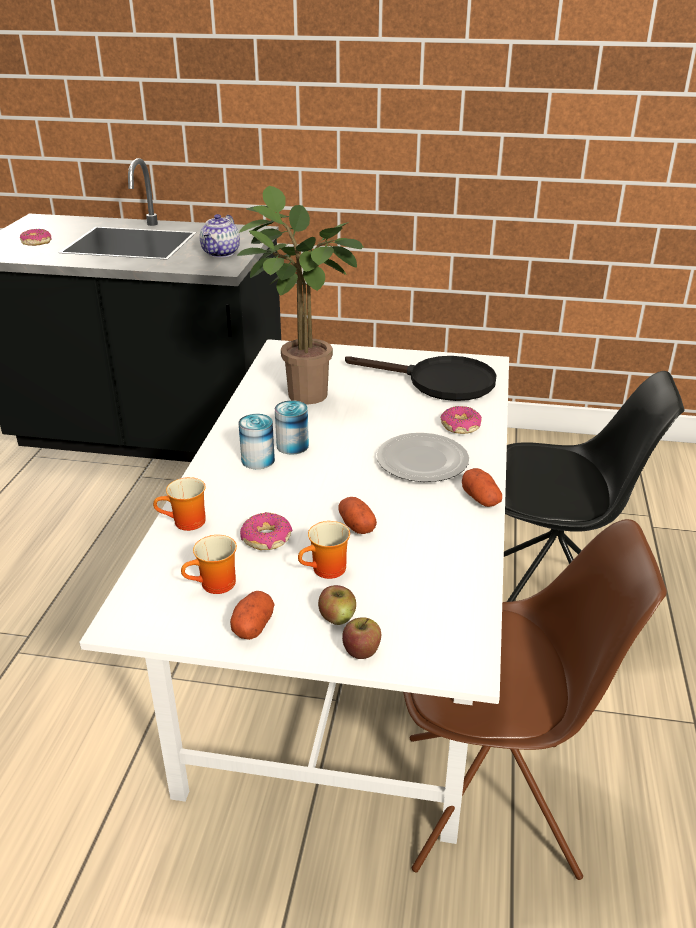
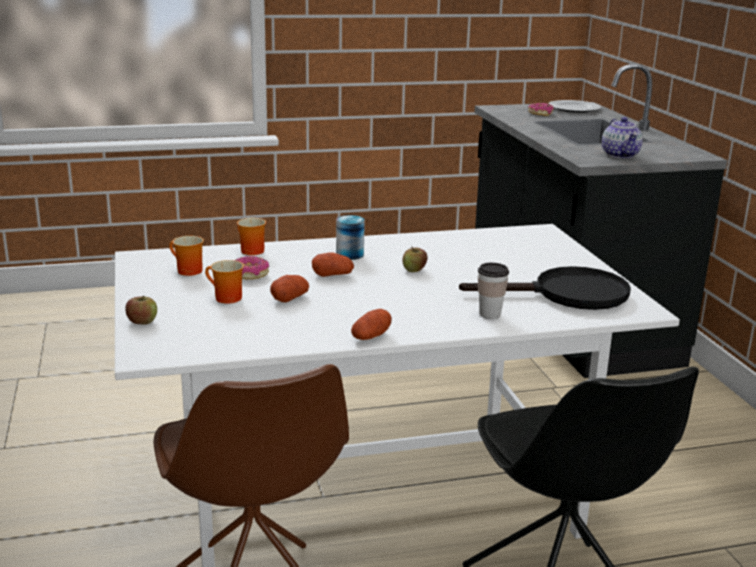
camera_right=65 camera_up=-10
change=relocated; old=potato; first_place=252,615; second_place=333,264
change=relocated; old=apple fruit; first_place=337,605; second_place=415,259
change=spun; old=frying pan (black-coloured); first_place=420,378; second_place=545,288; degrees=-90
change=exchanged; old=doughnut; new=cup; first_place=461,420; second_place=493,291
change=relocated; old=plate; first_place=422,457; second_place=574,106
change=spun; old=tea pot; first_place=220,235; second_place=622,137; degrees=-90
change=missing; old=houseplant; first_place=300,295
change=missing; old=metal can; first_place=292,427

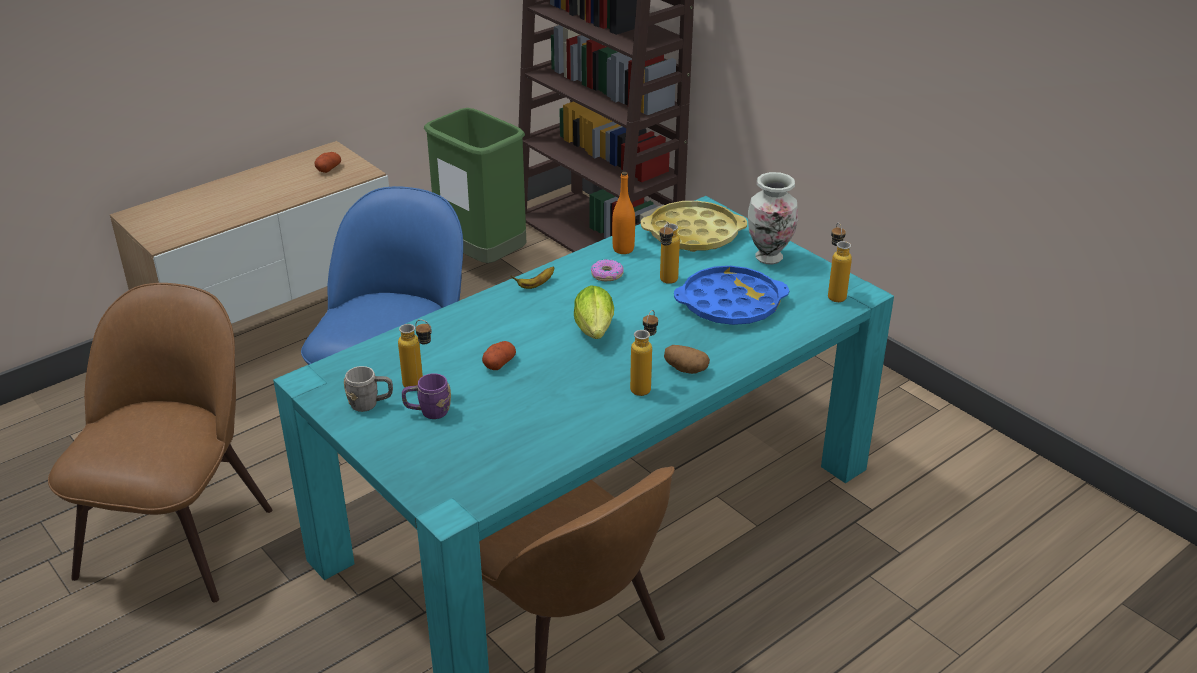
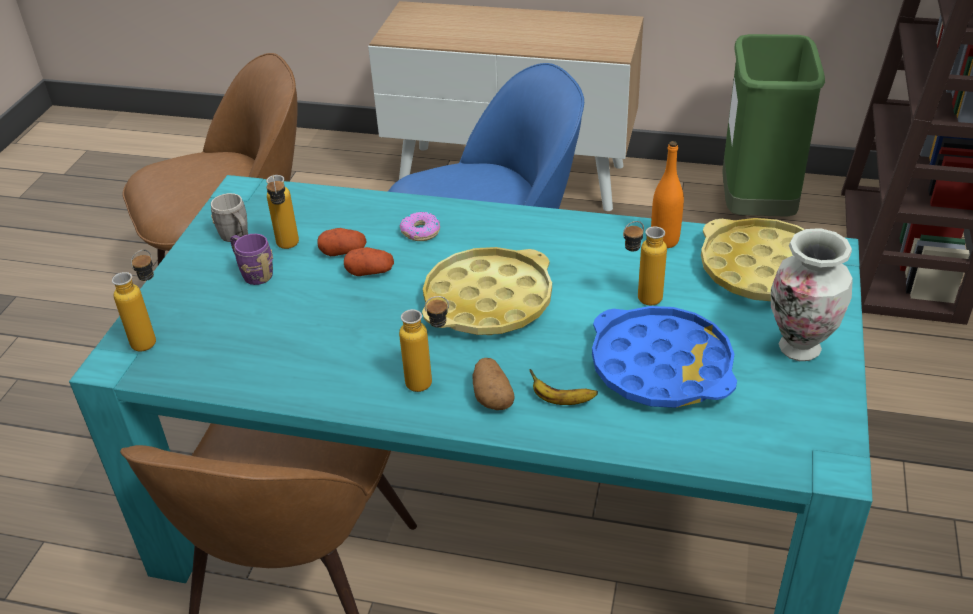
camera_right=55 camera_up=5
change=relocated; old=bottle; first_place=840,262; second_place=134,300
change=relocated; old=potato; first_place=327,162; second_place=342,242
change=relocated; old=doughnut; first_place=607,270; second_place=420,226
change=exchanged; old=lettuce; new=tray (yellow-coloured); first_place=594,312; second_place=487,291
change=relocated; old=whole banana; first_place=532,278; second_place=563,387

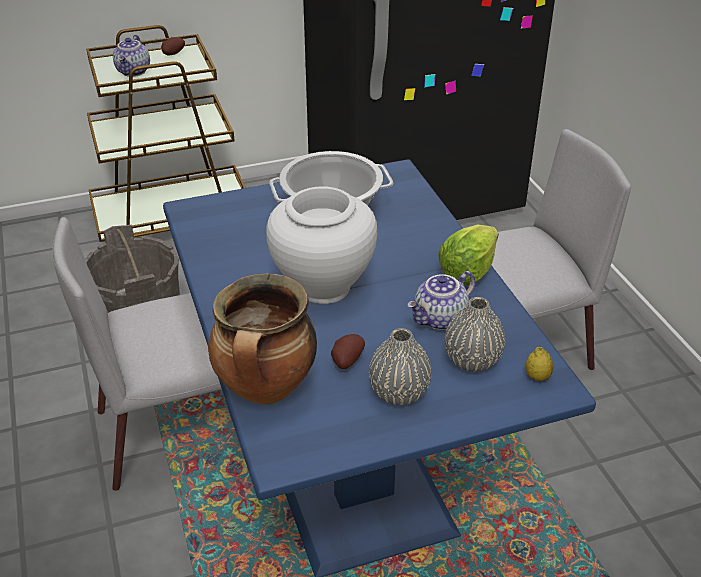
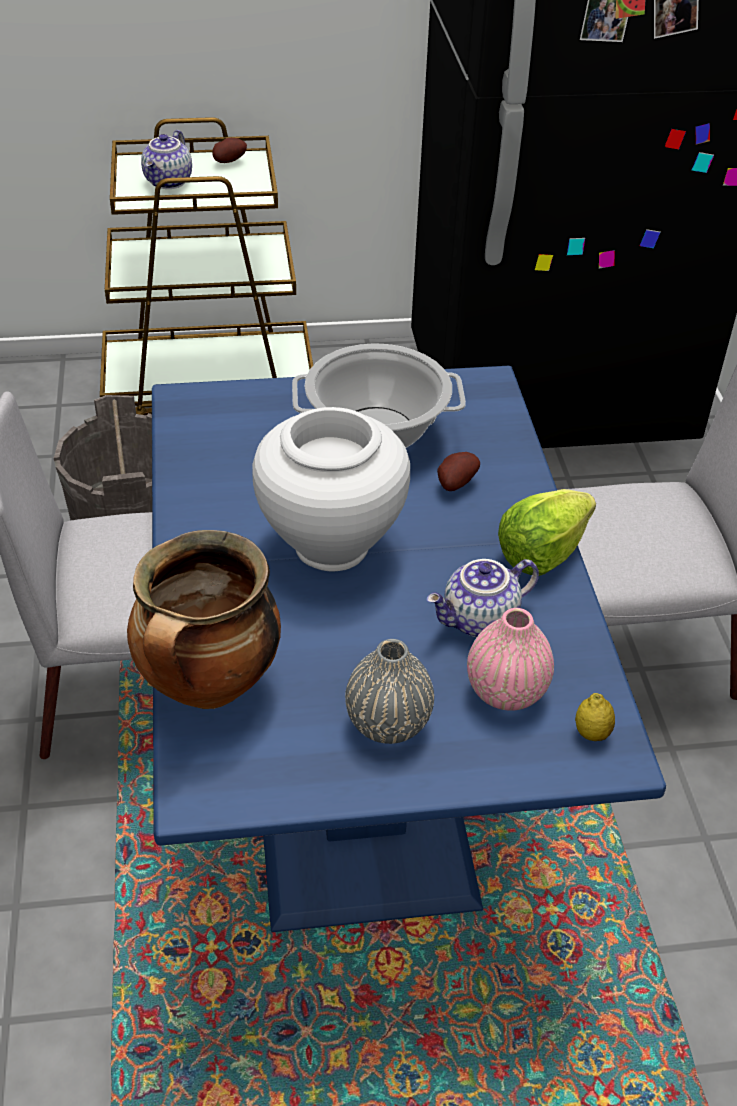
camera_right=10 camera_up=5
change=relocated; old=potato; first_place=348,351; second_place=458,471
change=colour; old=flower vase (grey); new=flower vase (pink-coloured); first_place=475,334; second_place=510,659

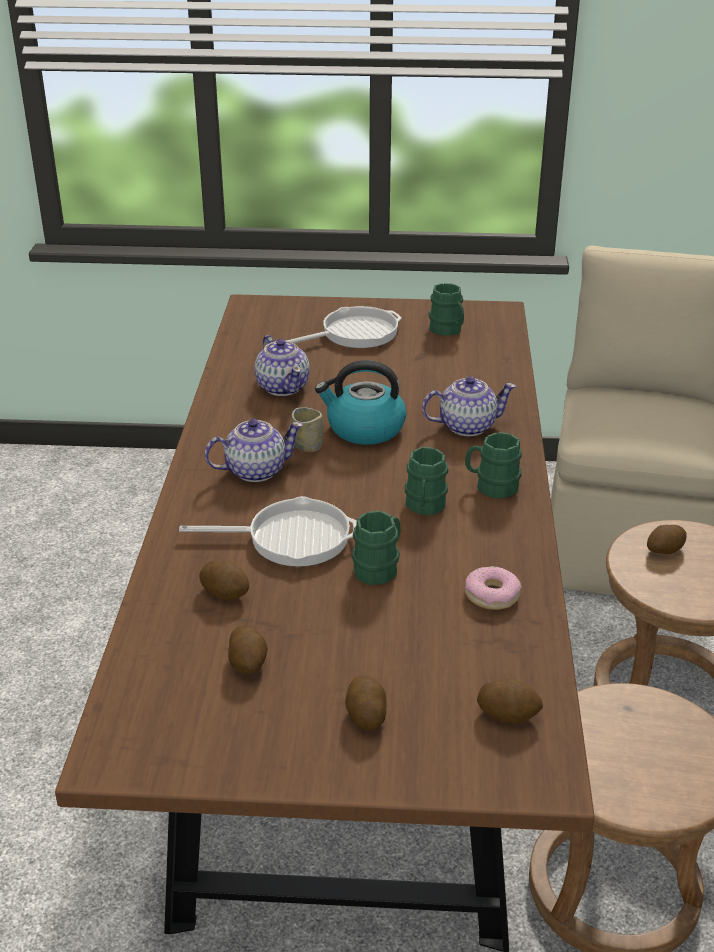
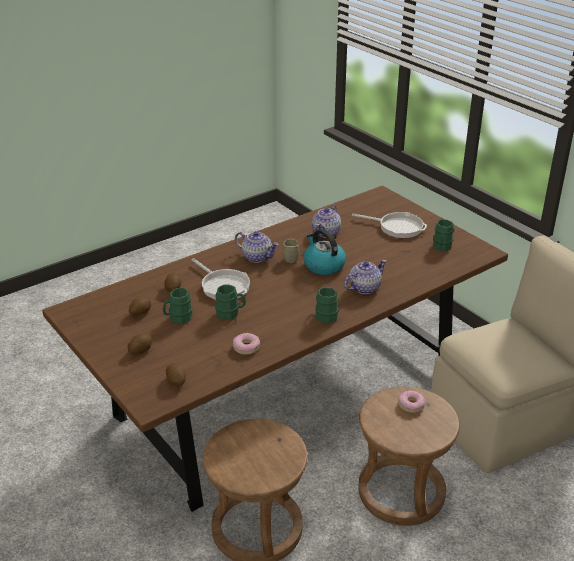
camera_right=50 camera_up=0
change=relocated; old=coffee mug (green-coloured); first_place=426,481; second_place=178,306
change=spun; old=tea pot; first_place=469,406; second_place=365,276; degrees=-75
change=exchanged; old=potato; new=doughnut; first_place=667,539; second_place=411,401

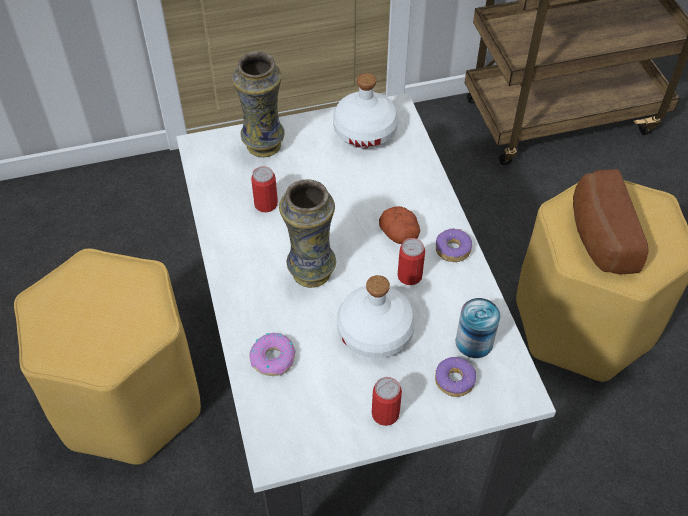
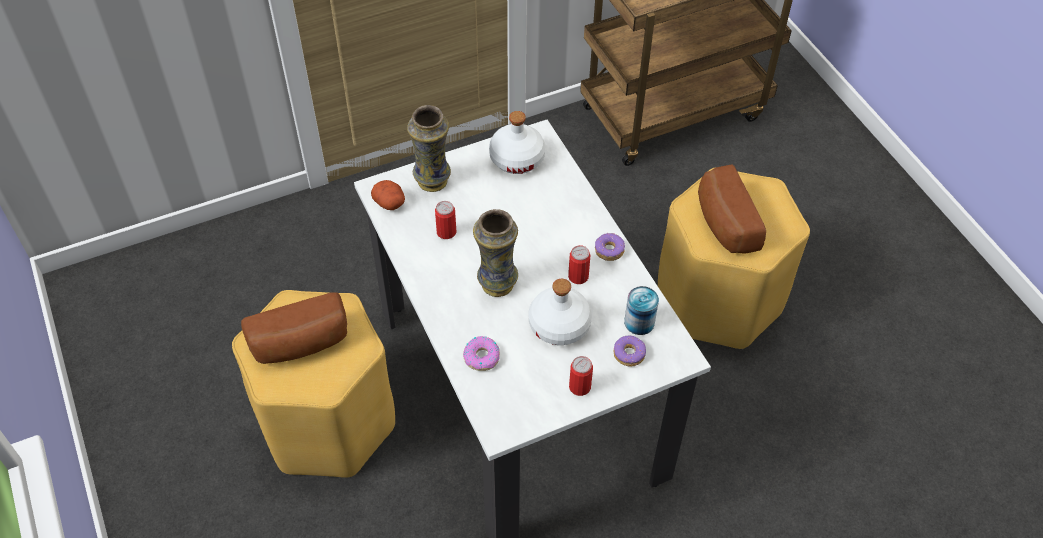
camera_right=-10 camera_up=0
change=appeared; new=bread; second_place=294,328
change=relocated; old=potato; first_place=399,225; second_place=388,195

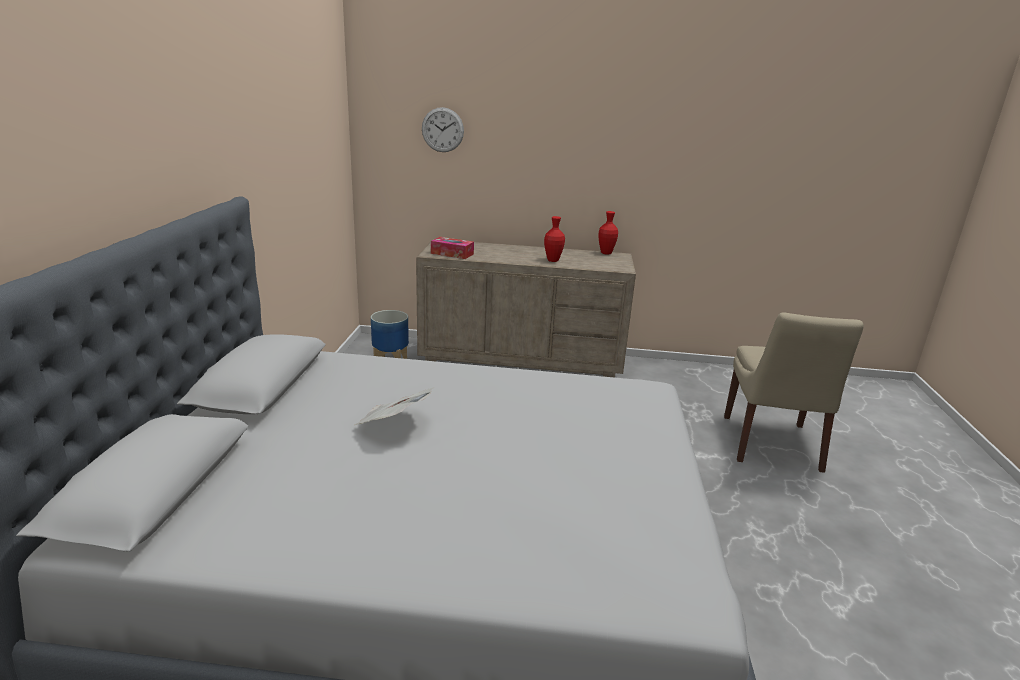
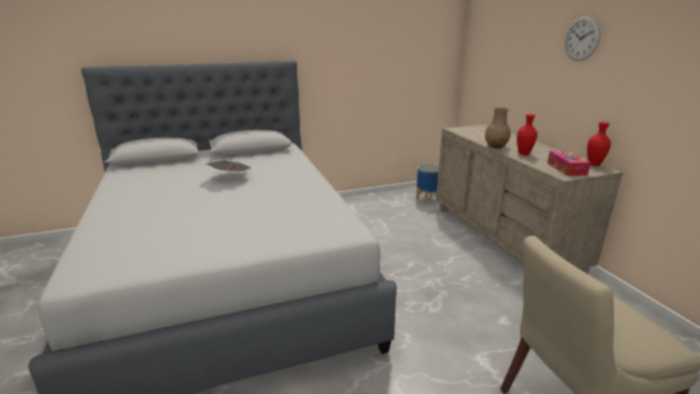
camera_right=65 camera_up=0
change=appeared; new=flower vase (brown); second_place=498,128
change=relocated; old=box of tissues; first_place=452,248; second_place=569,163
change=relocated; old=clock on the wall; first_place=443,129; second_place=582,38

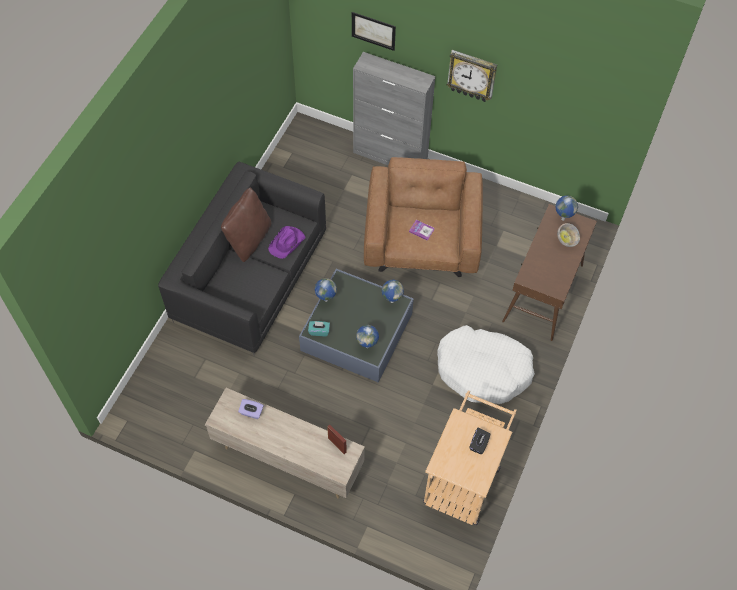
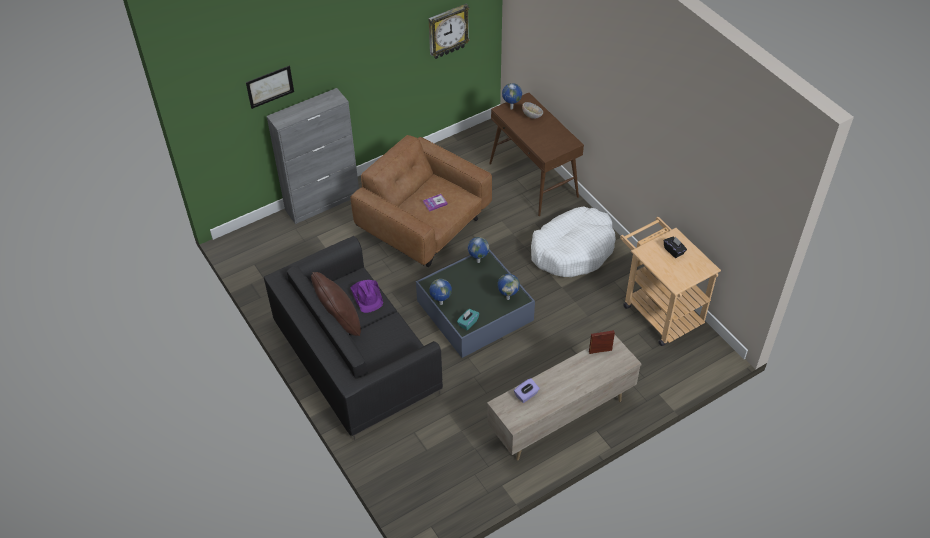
camera_right=-55 camera_up=-10
change=relocated; old=clock on the wall; first_place=472,76; second_place=449,31

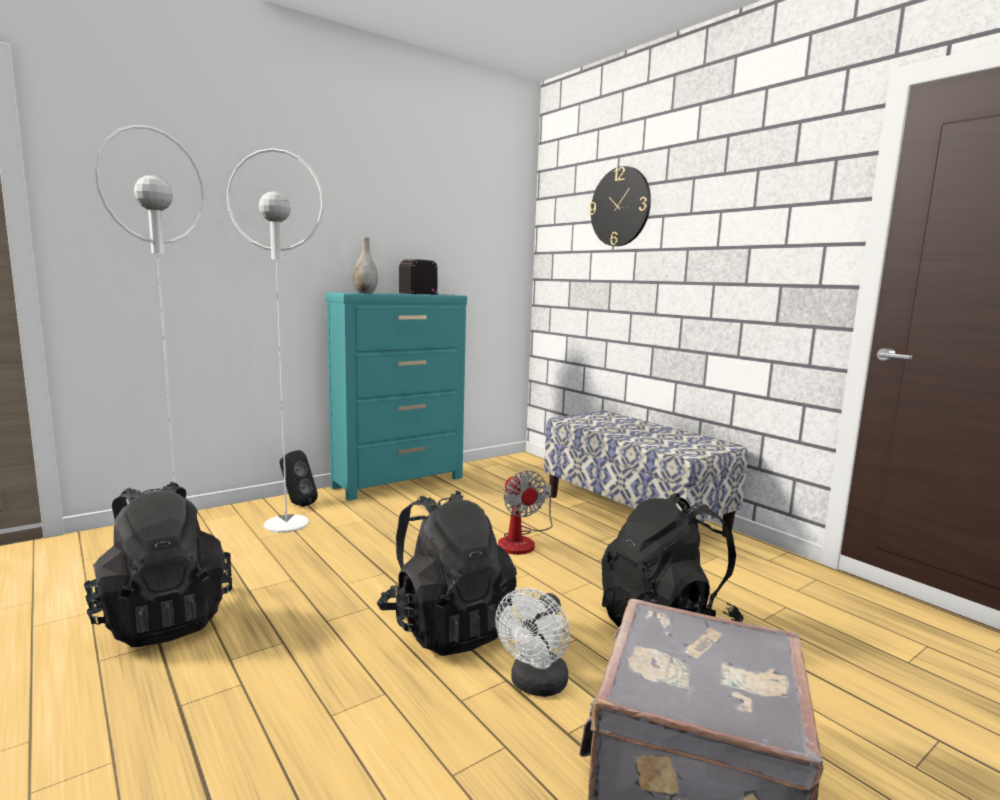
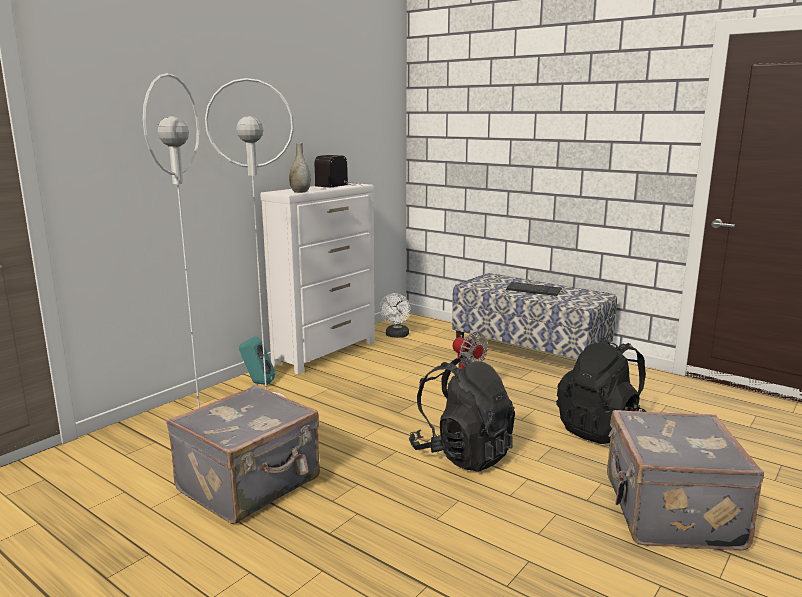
camera_right=-15 camera_up=5
change=exchanged; old=backpack (black-coloured); new=suitcase (grey); first_place=158,564; second_place=243,454
change=colour; old=speaker (black-coloured); new=speaker (blue-green); first_place=299,478; second_place=257,360
change=colour; old=chest of drawers (blue-green); new=chest of drawers (white); first_place=396,396; second_place=317,278
change=relocated; old=fan (white); first_place=532,642; second_place=395,315
change=appeared; new=computer keyboard; second_place=534,289
change=missing; old=clock on the wall; first_place=620,206

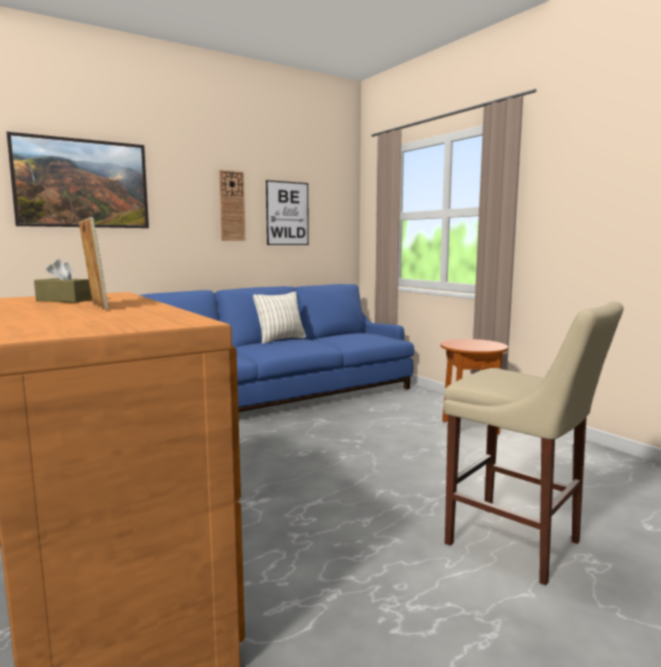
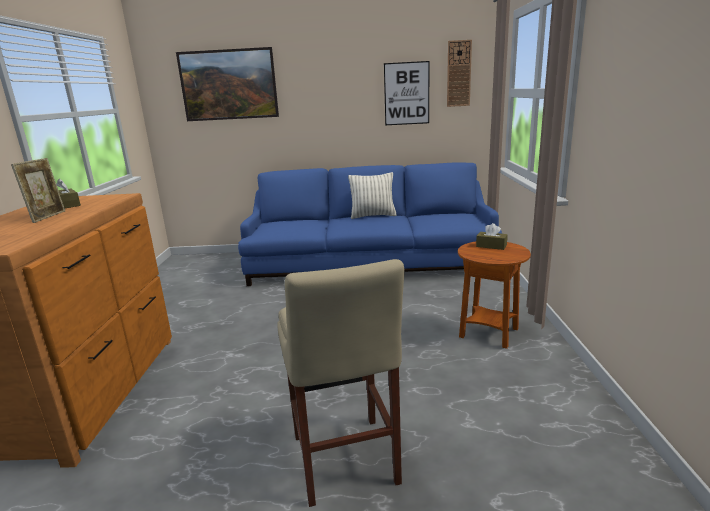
camera_right=35 camera_up=10
change=relocated; old=clock on the wall; first_place=232,205; second_place=459,73
change=appeared; new=box of tissues (brown); second_place=492,236

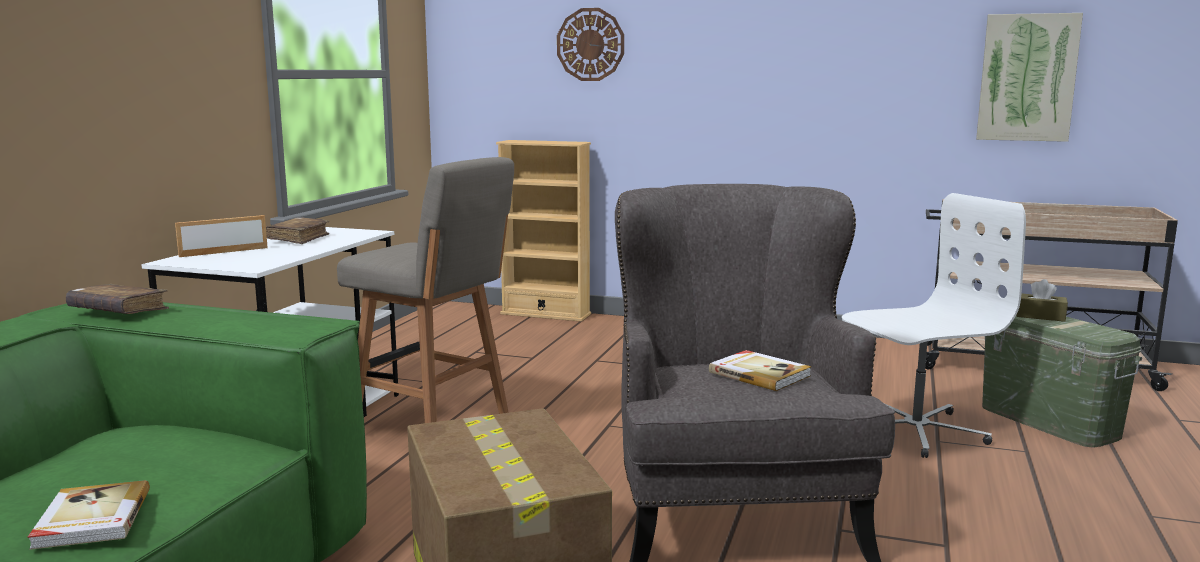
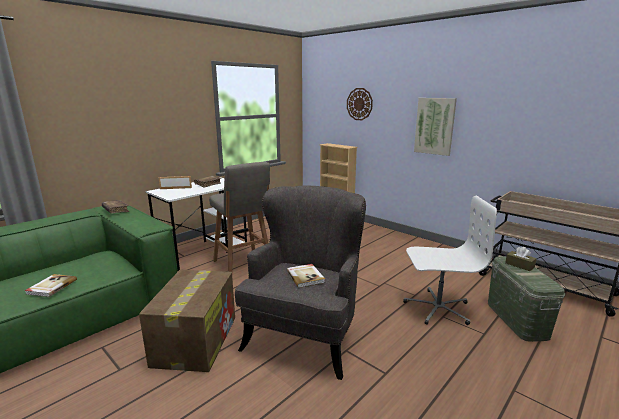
camera_right=25 camera_up=5
change=relocated; old=picture; first_place=1029,77; second_place=435,127

